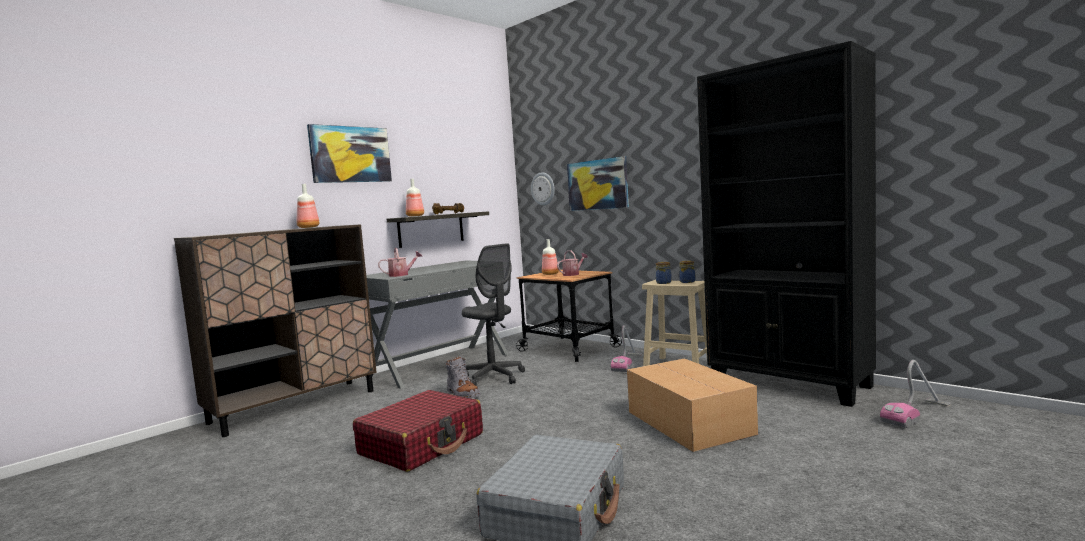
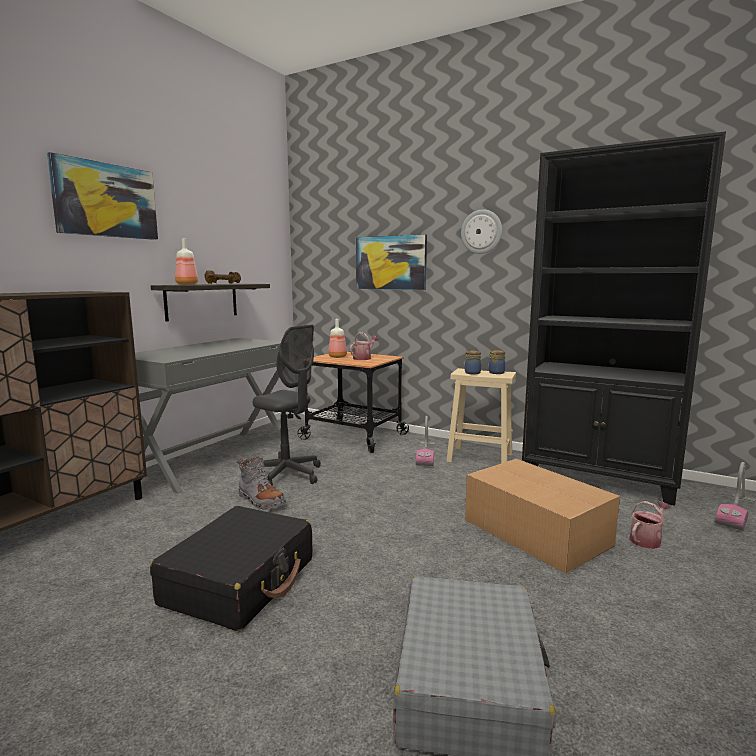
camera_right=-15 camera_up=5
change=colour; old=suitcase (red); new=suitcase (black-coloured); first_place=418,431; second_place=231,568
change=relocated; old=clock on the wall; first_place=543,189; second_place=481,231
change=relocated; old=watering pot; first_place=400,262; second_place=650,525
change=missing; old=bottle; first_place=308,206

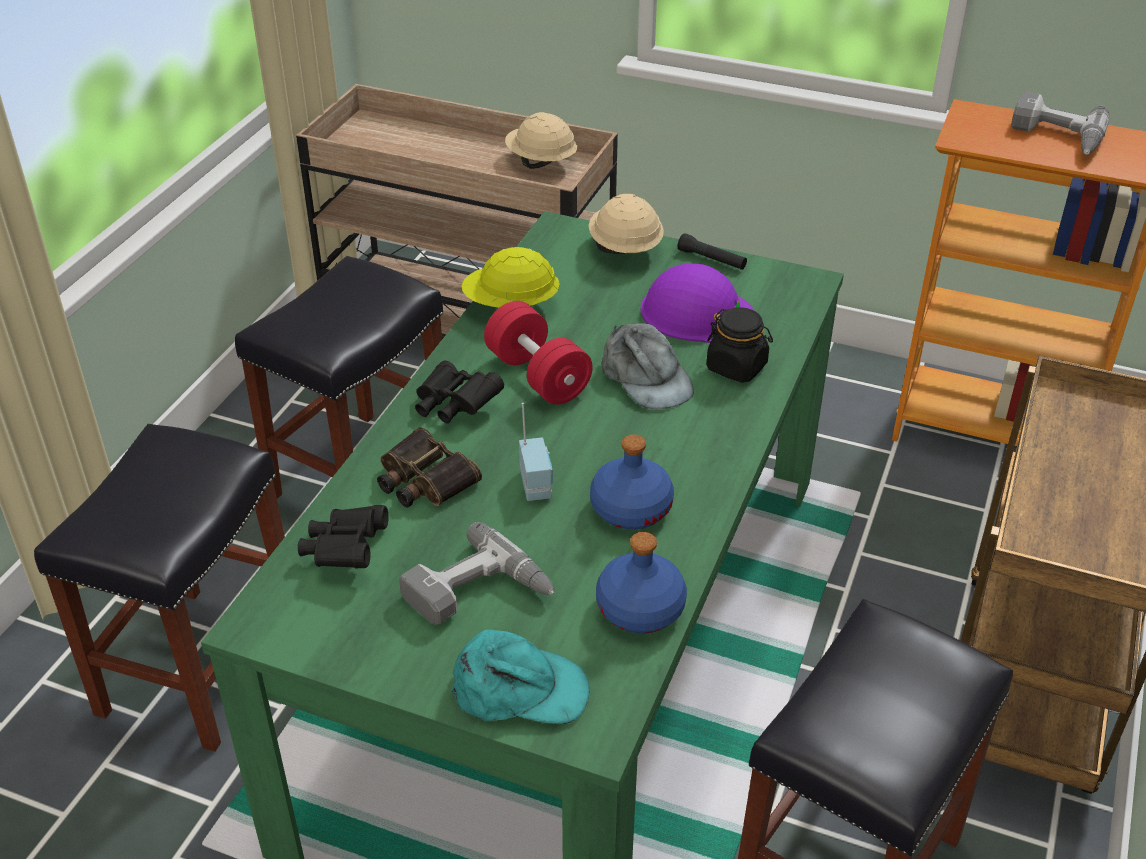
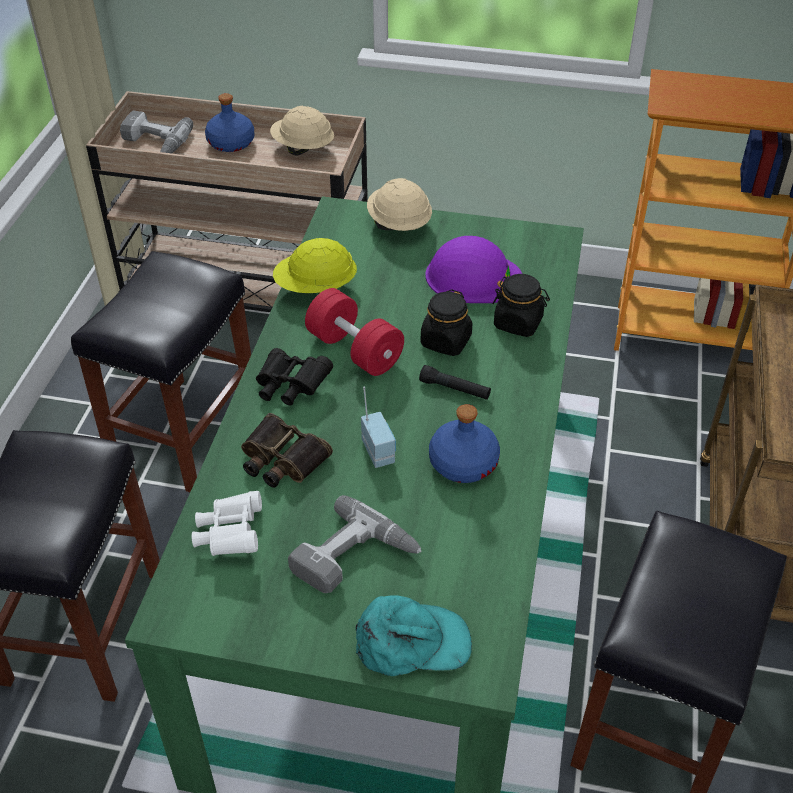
camera_right=-10 camera_up=5
change=relocated; old=power drill; first_place=1060,123; second_place=156,131
change=colour; old=pair of binoculars (black-coloured); new=pair of binoculars (white); first_place=343,536; second_place=227,523
change=relocated; old=bottle (bluish); first_place=641,582; second_place=230,122
change=relocated; old=torch (black-coloured); first_place=712,251; second_place=455,382
change=exchanged; old=baseball cap (grey); new=jar (black-coloured); first_place=647,366; second_place=446,322

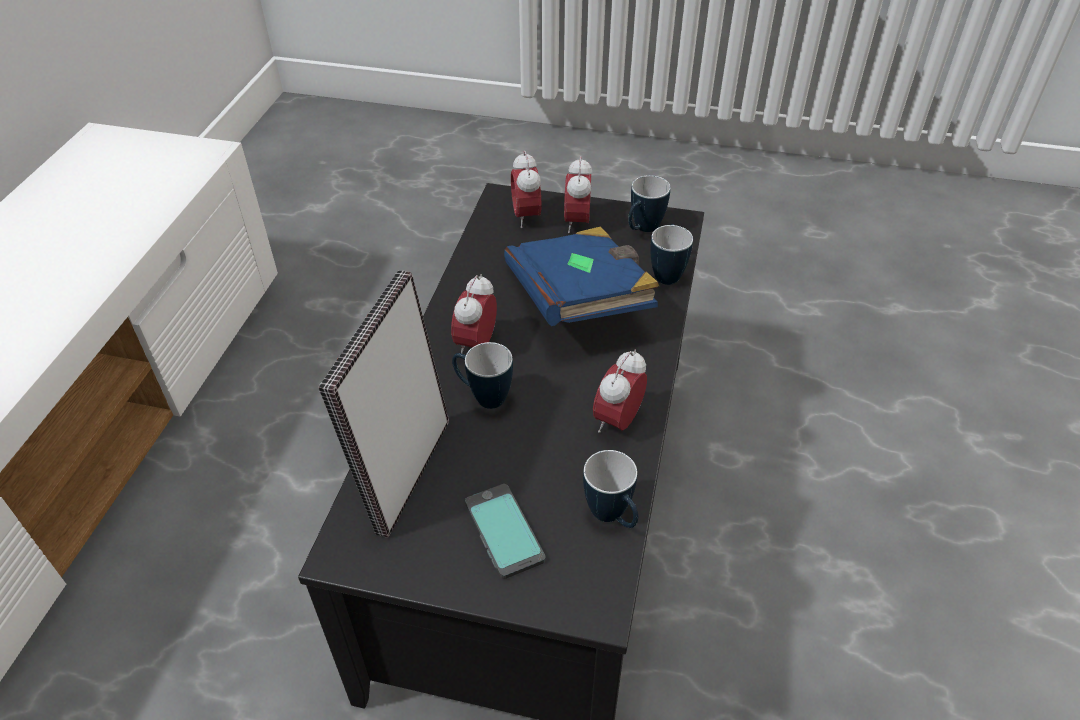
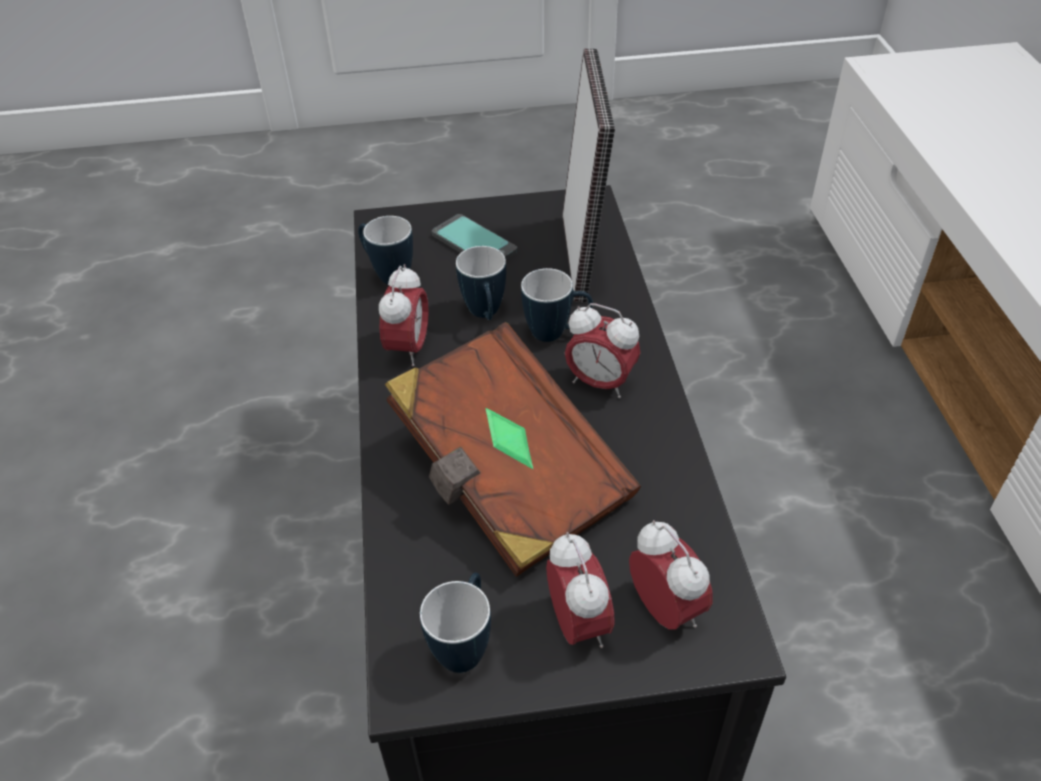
camera_right=160 camera_up=0
change=colour; old=volume (bluish); new=volume (brown); first_place=581,276; second_place=513,449
change=relocated; old=coffee mug; first_place=671,254; second_place=481,283
change=spun; old=table clock; first_place=474,314; second_place=602,350; degrees=120

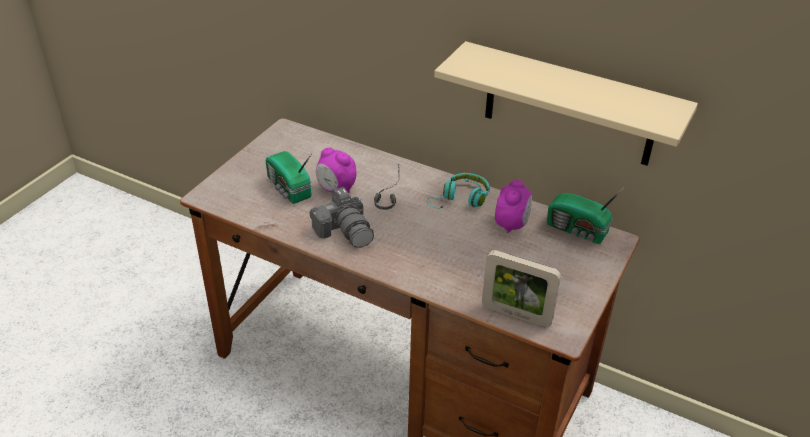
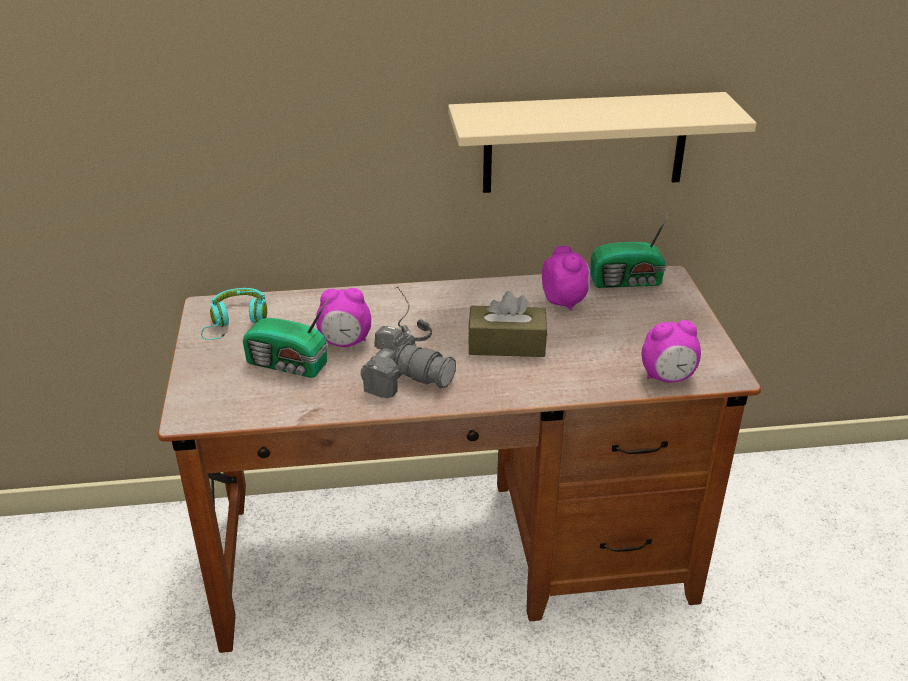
camera_right=-35 camera_up=-5
change=relocated; old=headphones (blue-green); first_place=458,191; second_place=234,314
change=appeared; new=box of tissues (brown); second_place=507,324
change=exchanged; old=standing frame; new=table clock; first_place=521,288; second_place=671,351

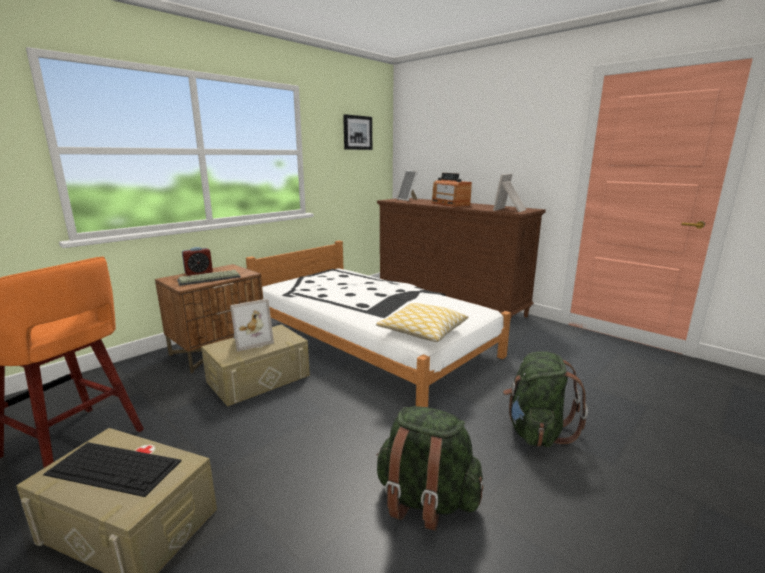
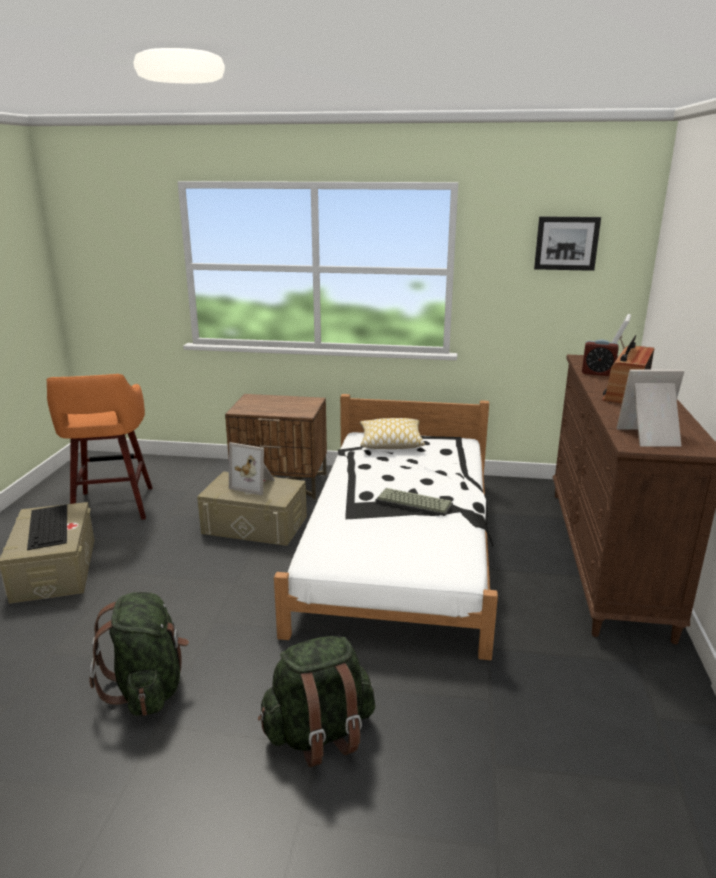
camera_right=55 camera_up=5
change=relocated; old=pillow; first_place=422,322; second_place=392,433
change=relocated; old=computer keyboard; first_place=209,278; second_place=414,502
change=relocated; old=table clock; first_place=197,261; second_place=600,358

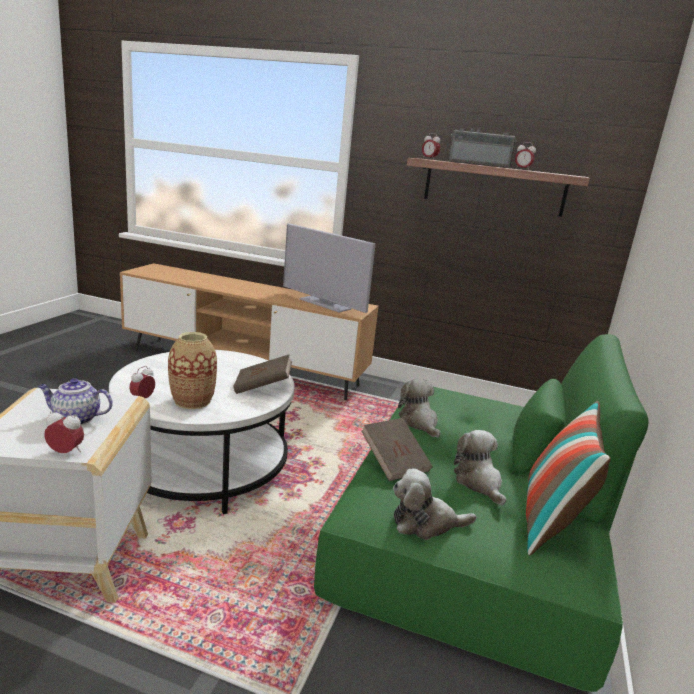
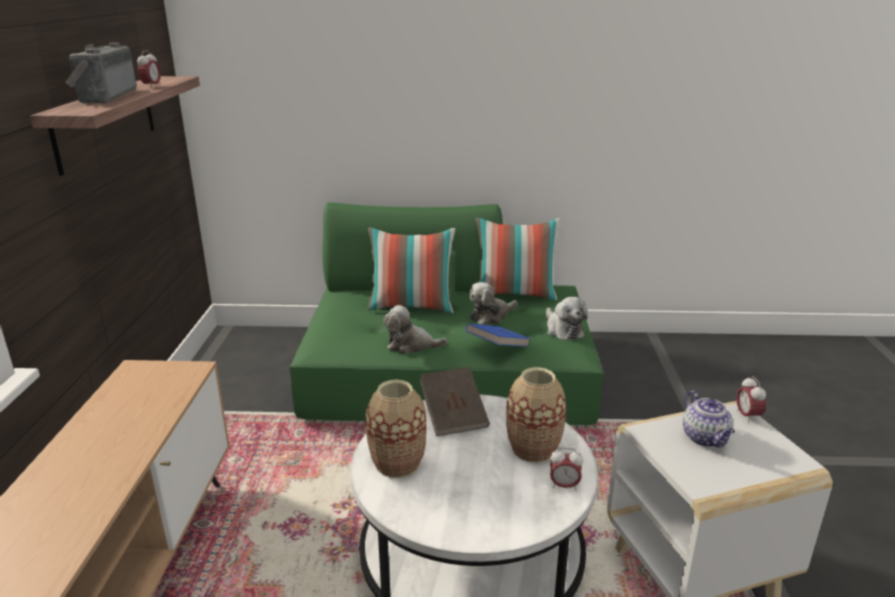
camera_right=-105 camera_up=5
change=appeared; new=flower vase; second_place=396,428
change=appeared; new=pillow; second_place=411,270
change=spun; old=plush toy; first_place=419,408; second_place=415,329; degrees=45
change=colour; old=volume (brown); new=volume (bluish); first_place=396,449; second_place=498,335
change=missing; old=TV; first_place=329,268
change=missing; old=table clock; first_place=431,146

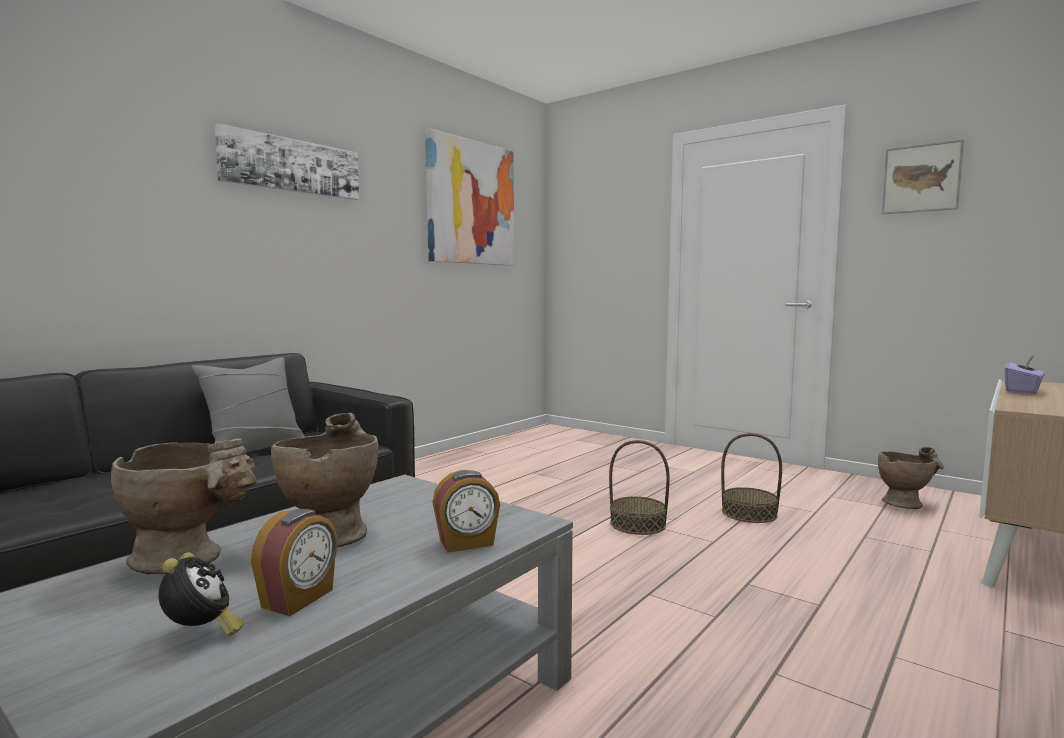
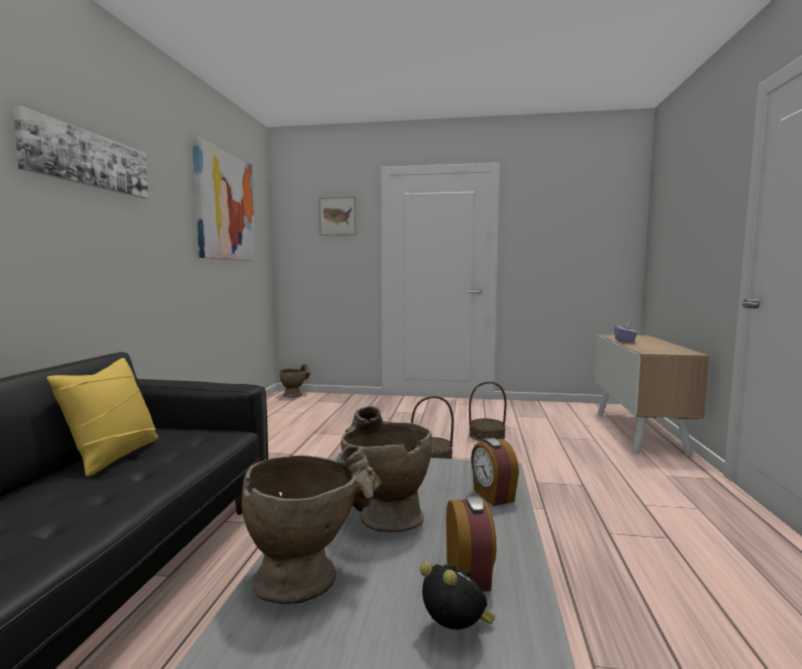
camera_right=-30 camera_up=0
change=colour; old=pillow (grey); new=pillow (yellow-coloured); first_place=248,404; second_place=102,417
change=relocated; old=flower vase (beige); first_place=911,478; second_place=295,380
change=relocated; old=picture; first_place=923,176; second_place=337,216
change=spun; old=table clock; first_place=466,511; second_place=495,472; degrees=120

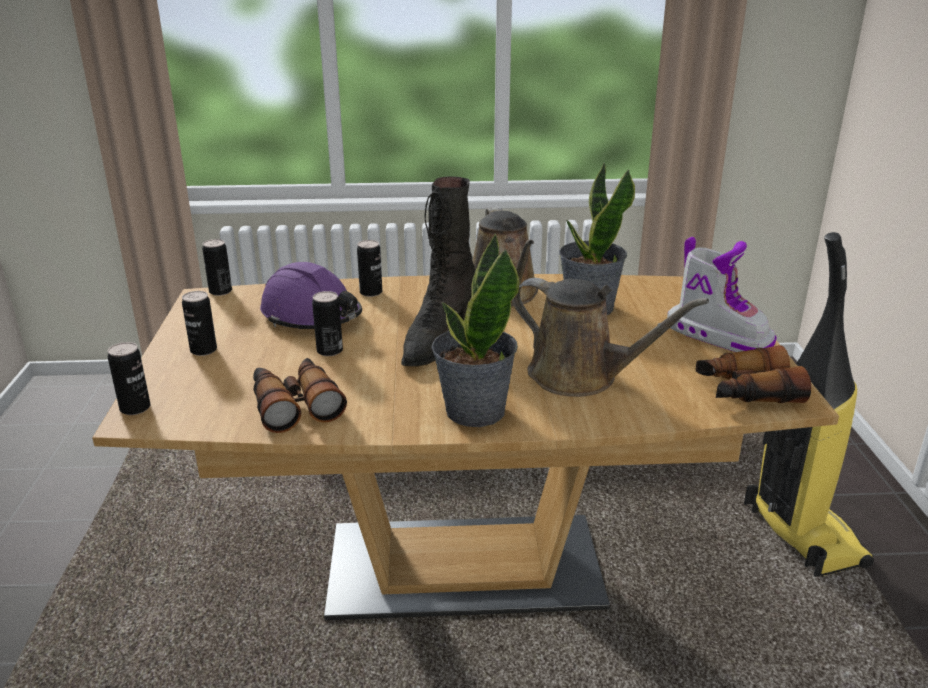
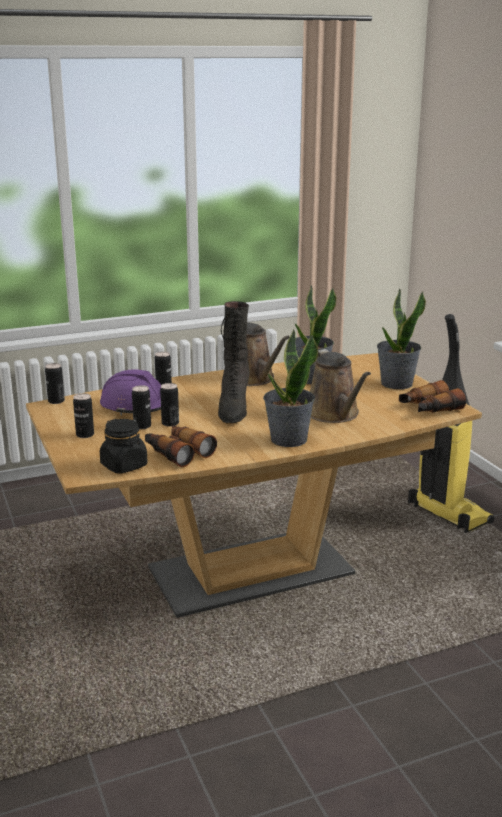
camera_right=-20 camera_up=-5
change=appeared; new=jar (black-coloured); second_place=124,446
change=relocated; old=metal can; first_place=129,378; second_place=141,407
change=spun; old=watering pot (brown); first_place=610,337; second_place=340,386; degrees=60
change=exchanged; old=tall boot; new=houseplant; first_place=722,294; second_place=401,338

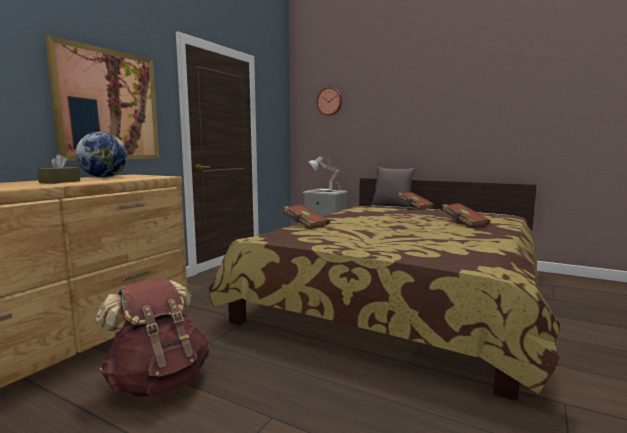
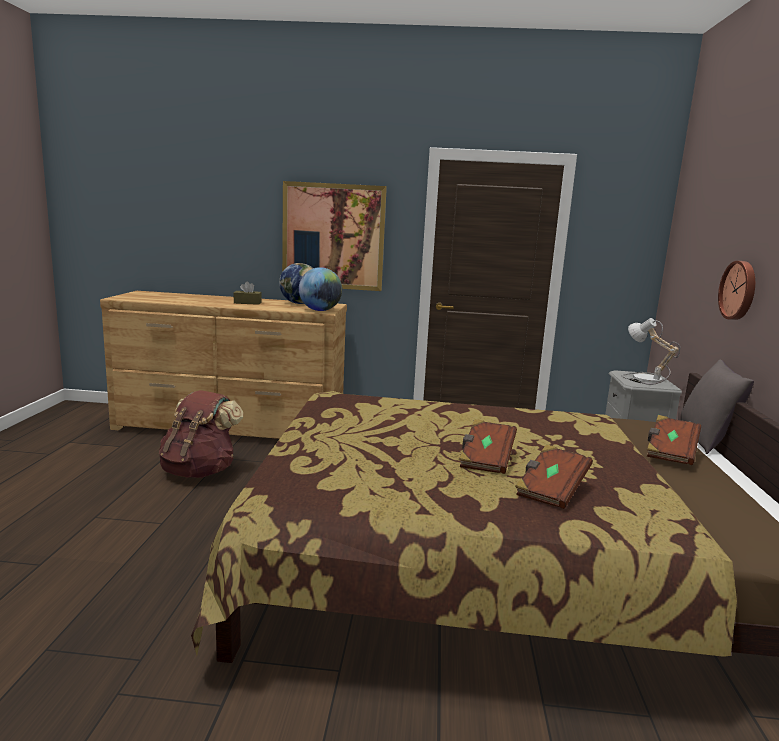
camera_right=65 camera_up=5
change=appeared; new=world globe; second_place=320,289
change=relocated; old=volume (brown); first_place=306,217; second_place=488,446
change=relocated; old=clock on the wall; first_place=329,101; second_place=736,290

